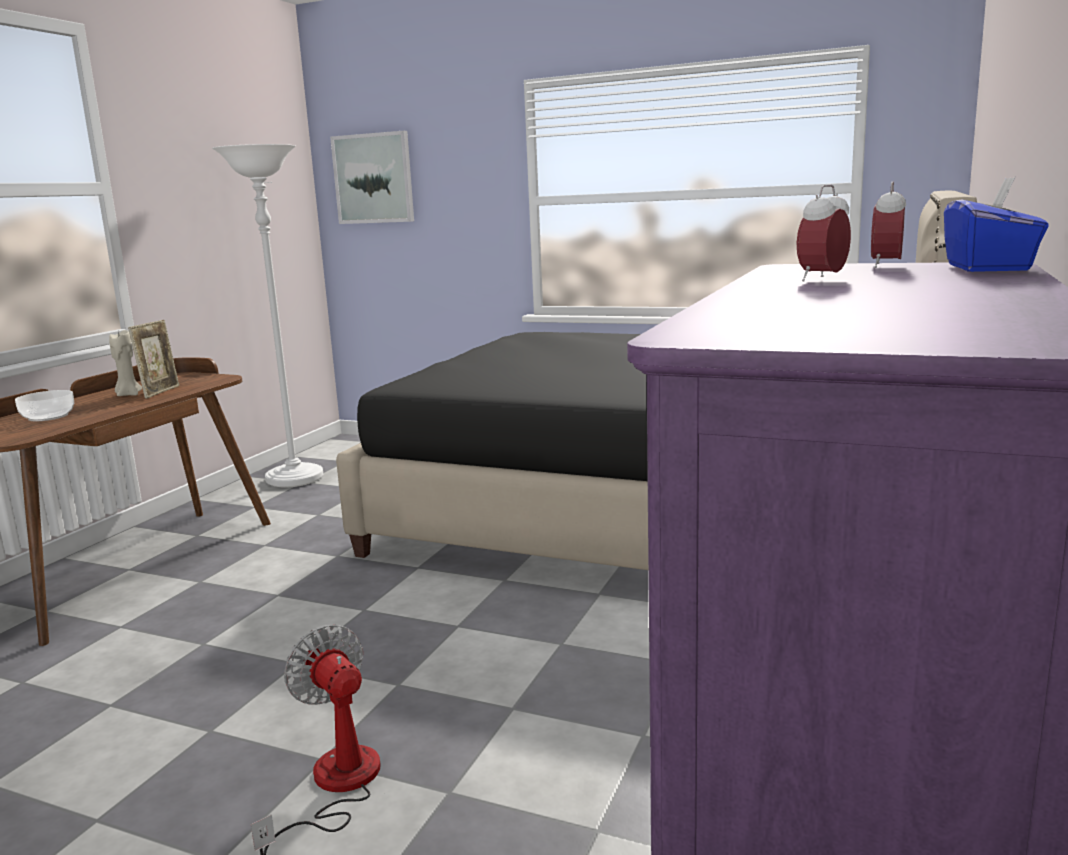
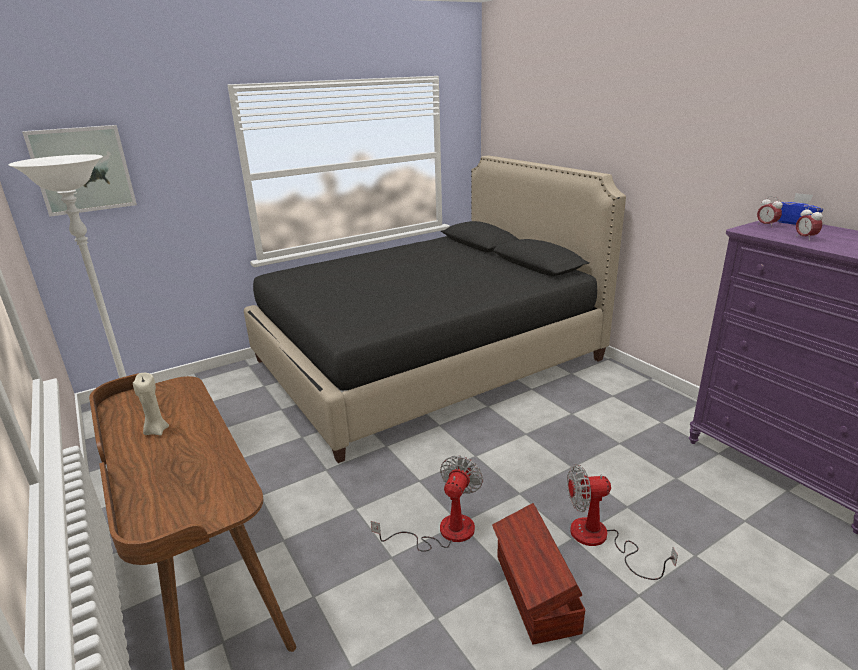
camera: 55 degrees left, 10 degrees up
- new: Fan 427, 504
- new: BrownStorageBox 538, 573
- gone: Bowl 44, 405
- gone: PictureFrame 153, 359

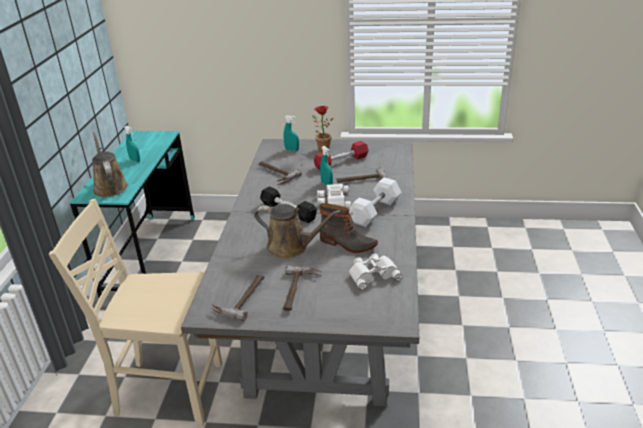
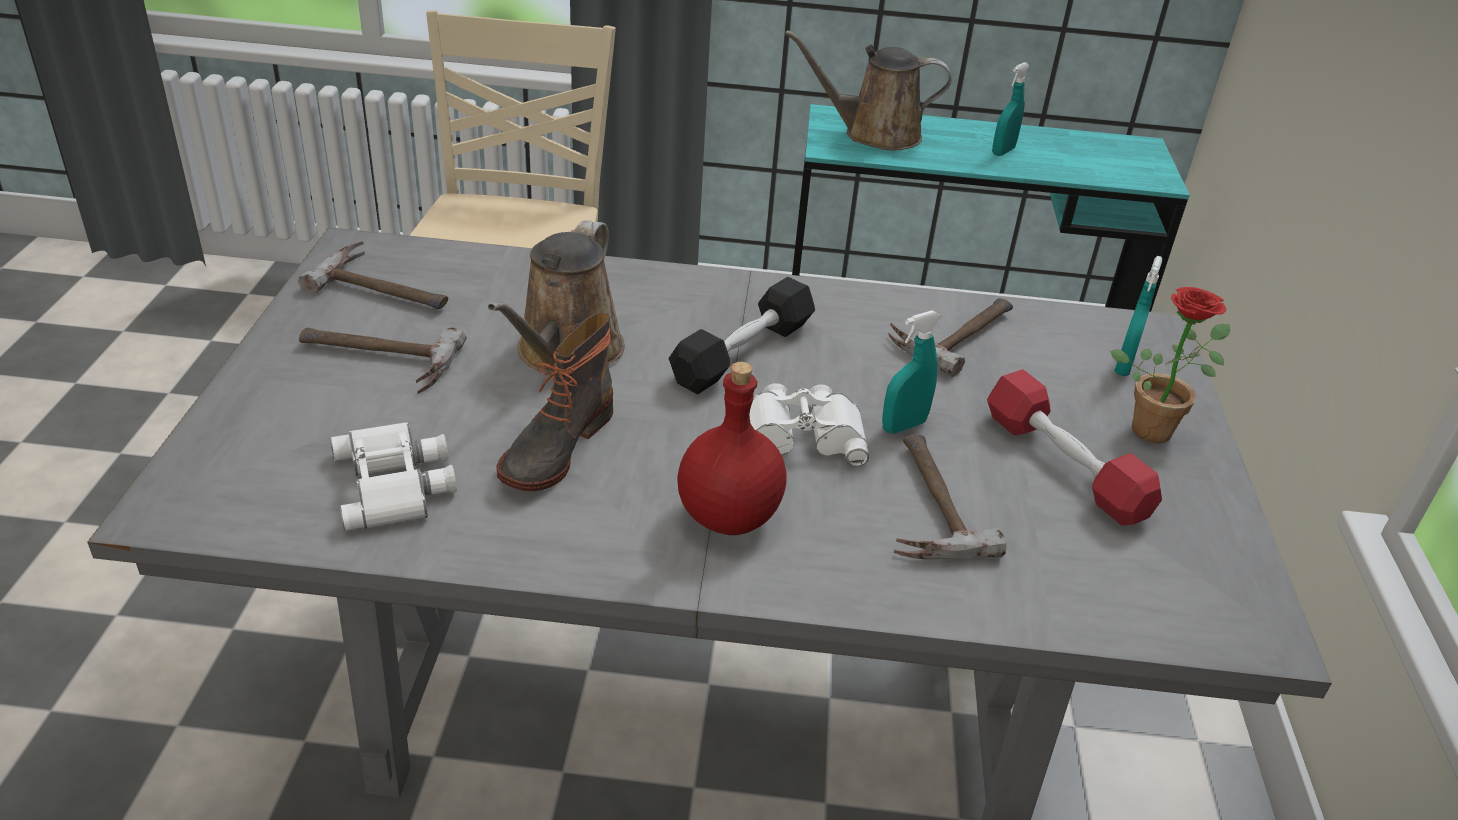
camera: 85 degrees right, 5 degrees up
- swapped: WhiteDumbbell 375, 202 to RedBottle 731, 448
- rotated: BrownWateringCan 110, 164 = 868, 90 150 degrees counterclockwise

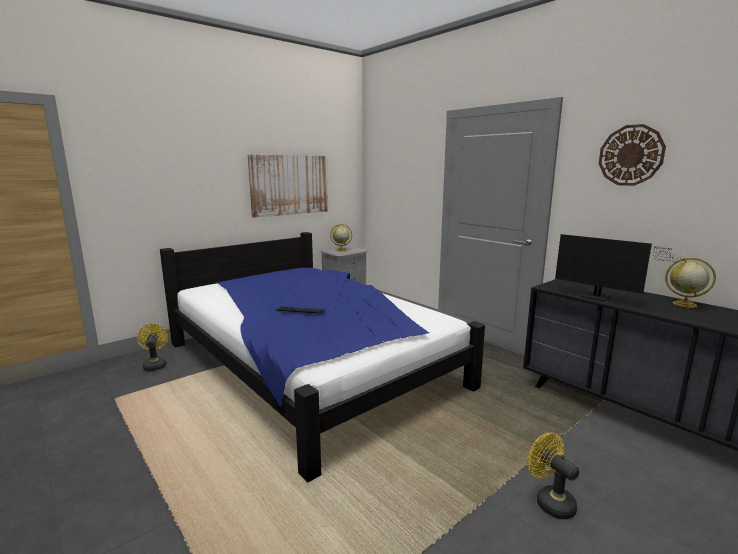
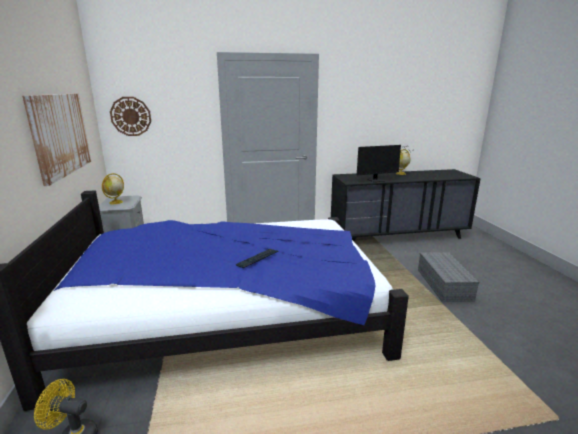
camera: 60 degrees left, 5 degrees up
- shifted: WallClock 632, 155 to 130, 116
- swapped: YellowFan 553, 476 to GreyStorageBox 448, 277

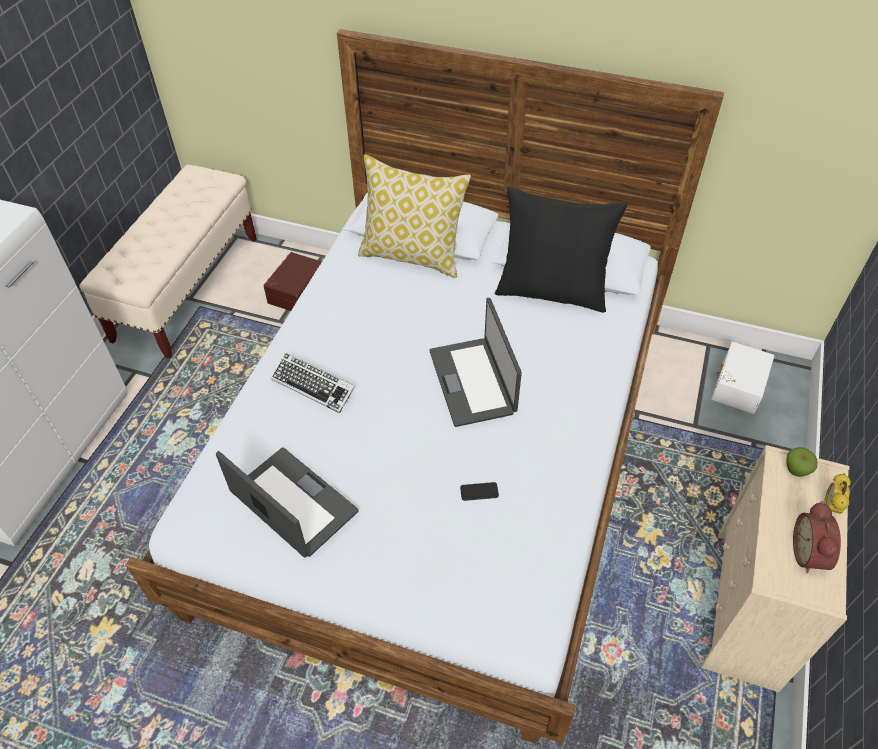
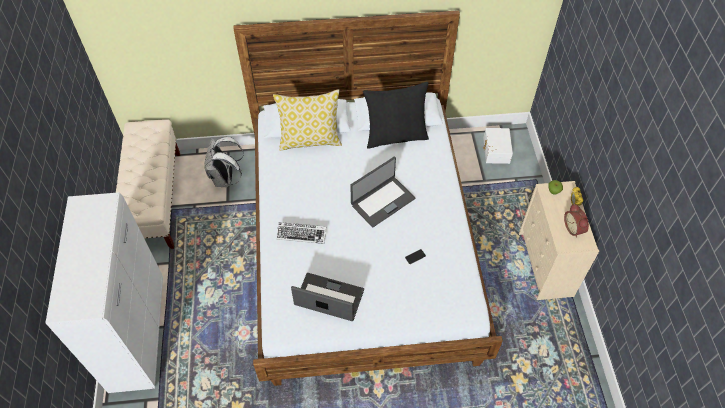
camera: 25 degrees left, 5 degrees up
- swapped: BrownStorageBox 292, 281 to WhiteBackpack 224, 162
- rotated: Laptop 475, 362 = 382, 192 90 degrees counterclockwise

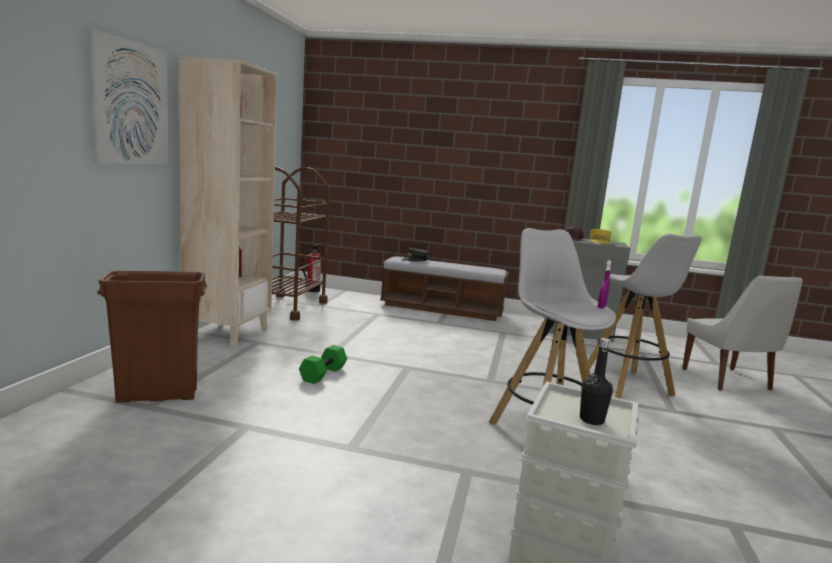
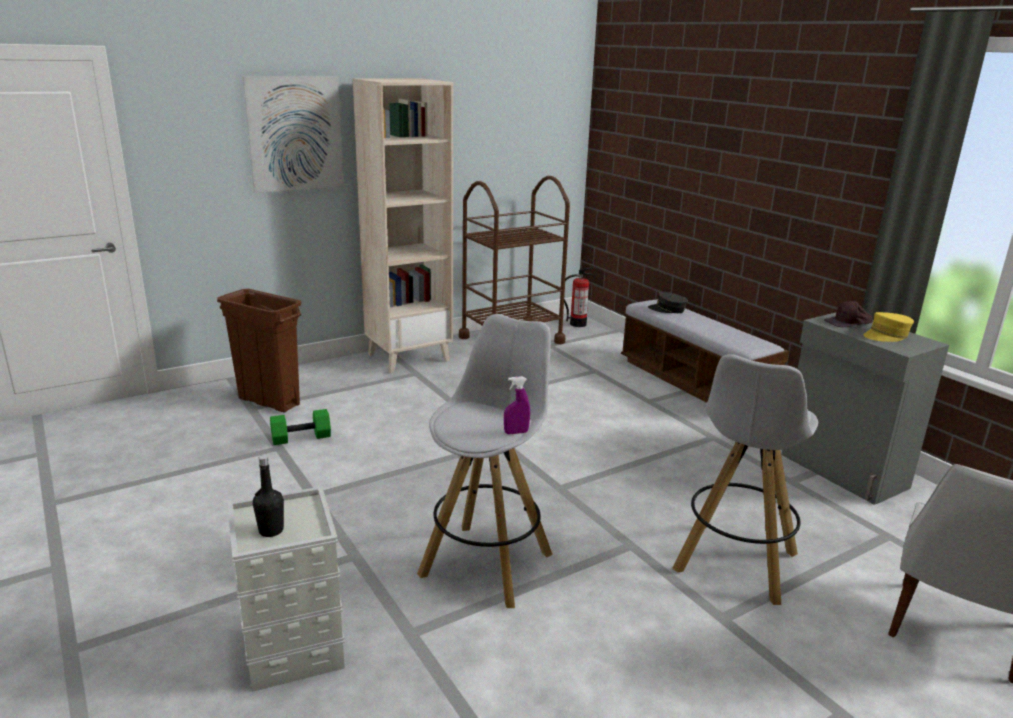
camera: 45 degrees right, 10 degrees up
- shifted: GreenDumbbell 323, 364 to 300, 427

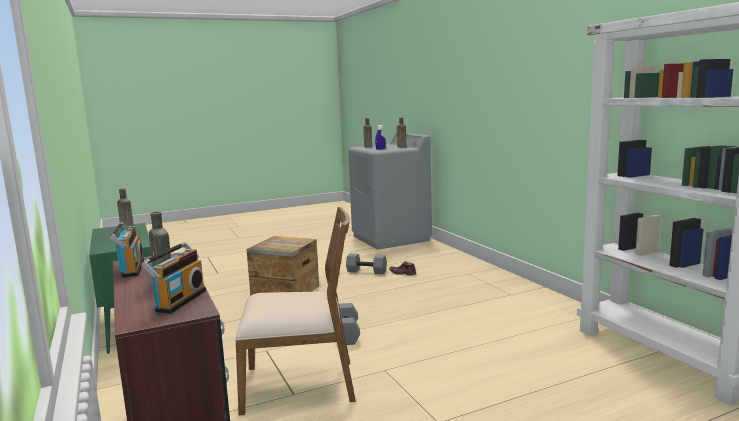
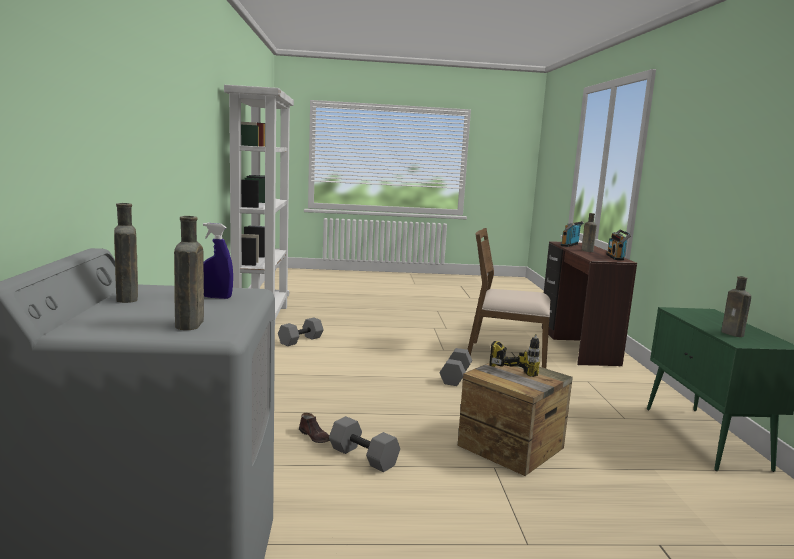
camera: 160 degrees left, 0 degrees up
- new: GreyDumbbell 300, 331
- new: PowerDrill 514, 355

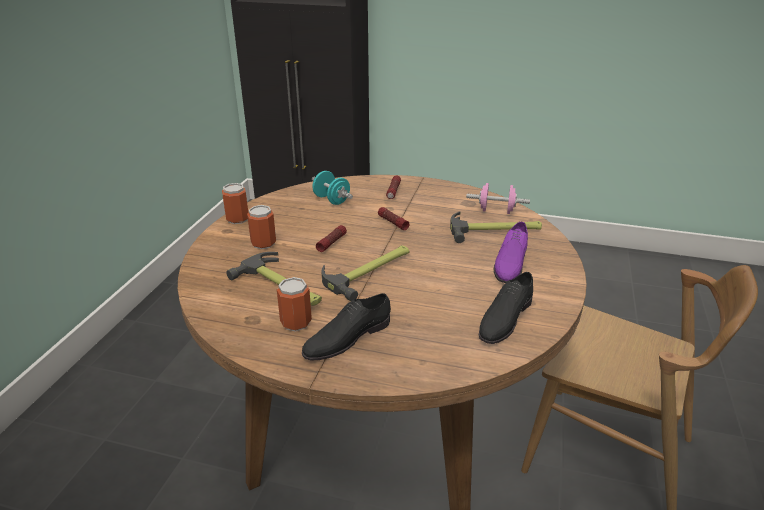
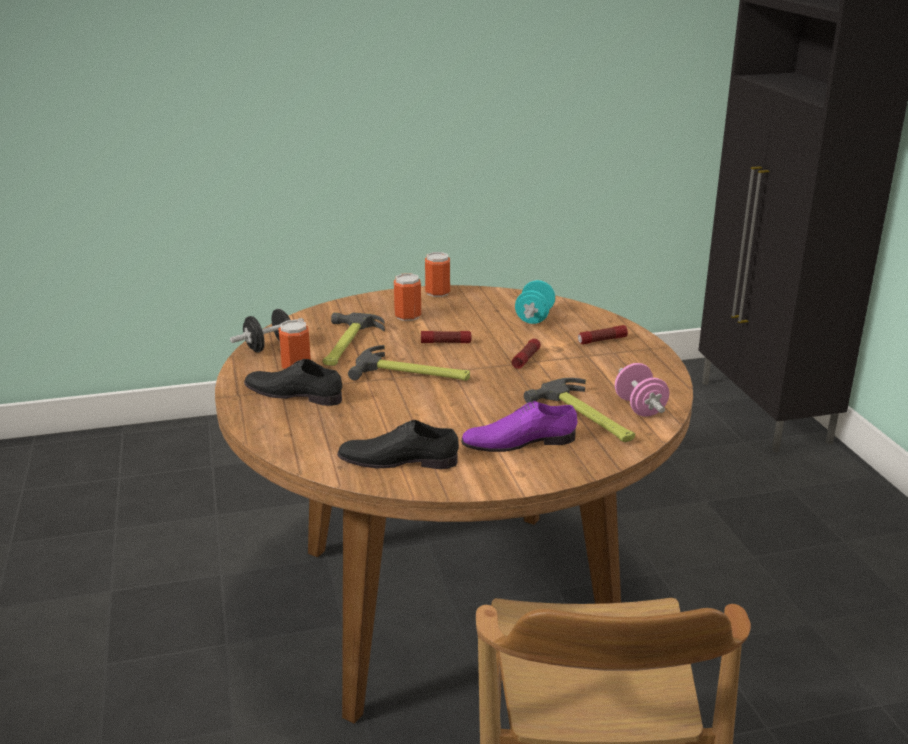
camera: 60 degrees right, 5 degrees down
- new: BlackDumbbell 267, 330

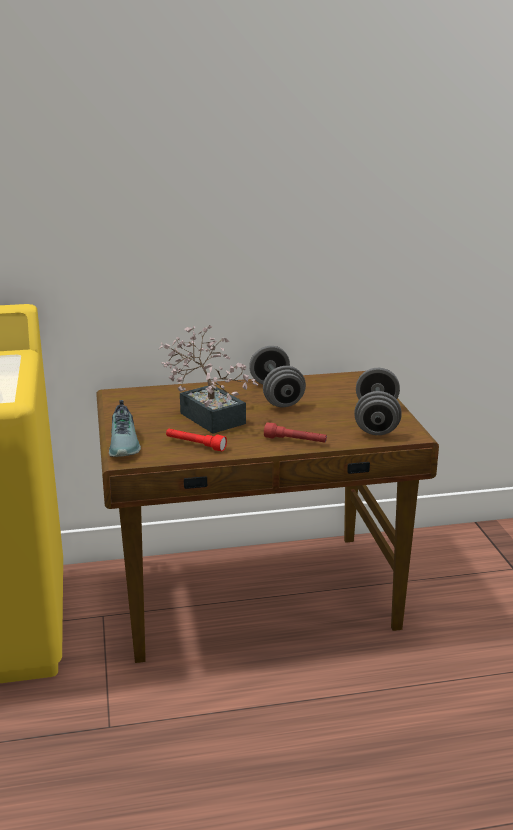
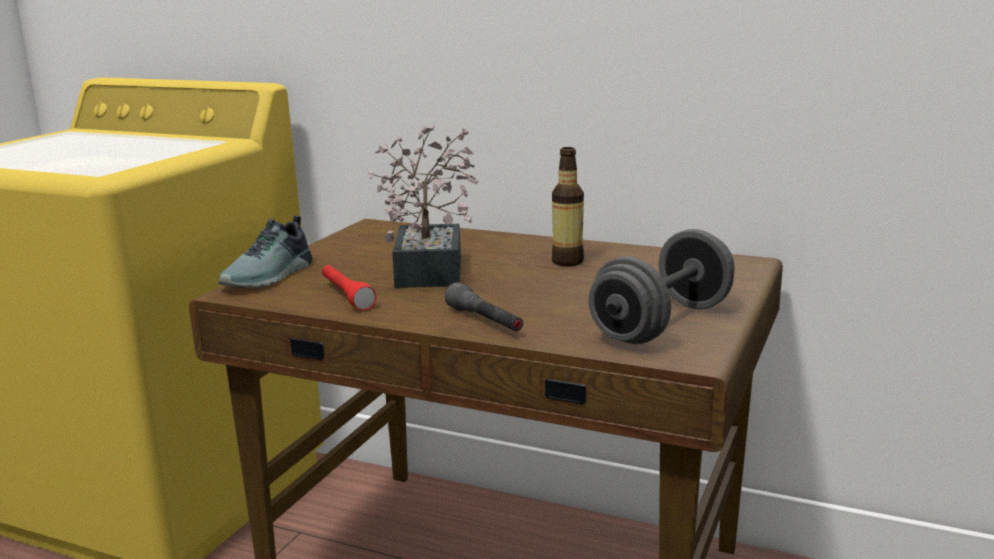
camera: 35 degrees right, 5 degrees down
- repainted: RedFlashlight 295, 432 to GreyFlashlight 484, 307
- swapped: GreyDumbbell 277, 376 to Bottle 568, 206

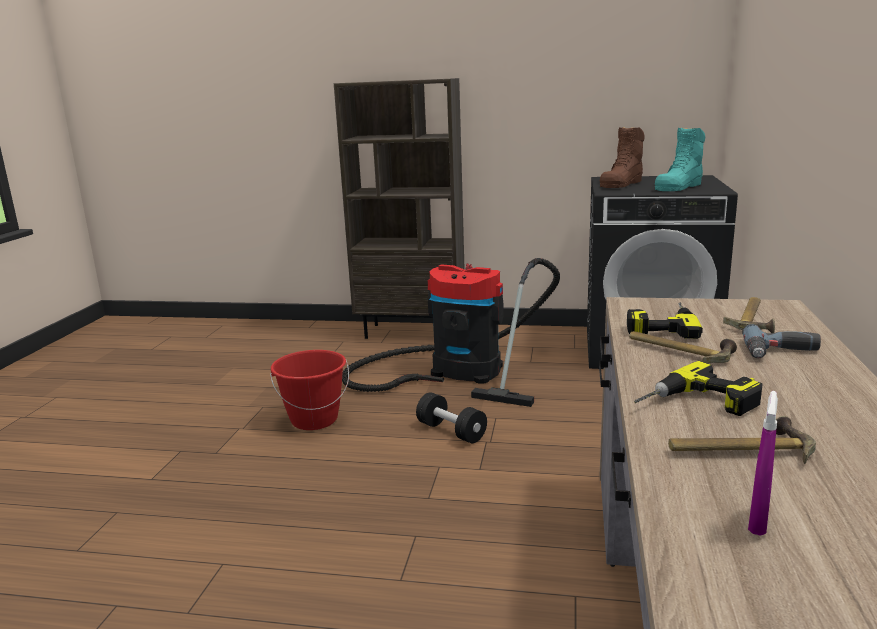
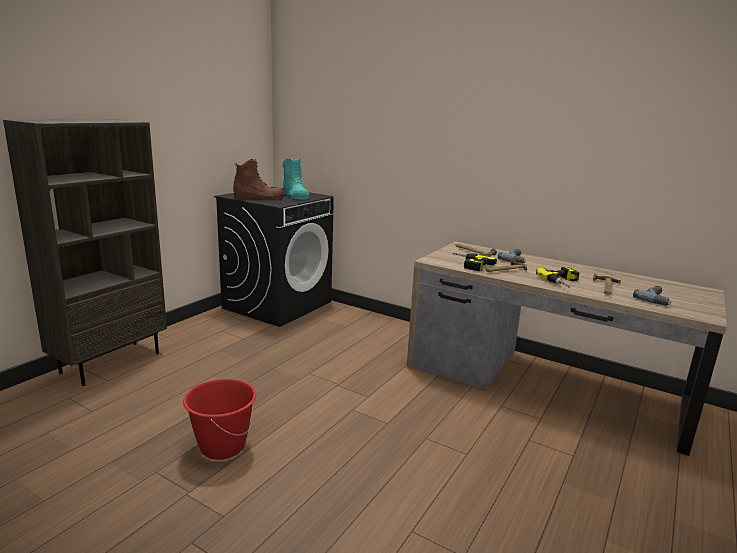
camera: 70 degrees left, 0 degrees up
- rotated: BrownBoot 622, 157 = 258, 179 60 degrees counterclockwise
- swapped: PurpleSprayBottle 763, 463 to PowerDrill 652, 296
- gone: VacuumCleaner 451, 332
- gone: BlackDumbbell 451, 417

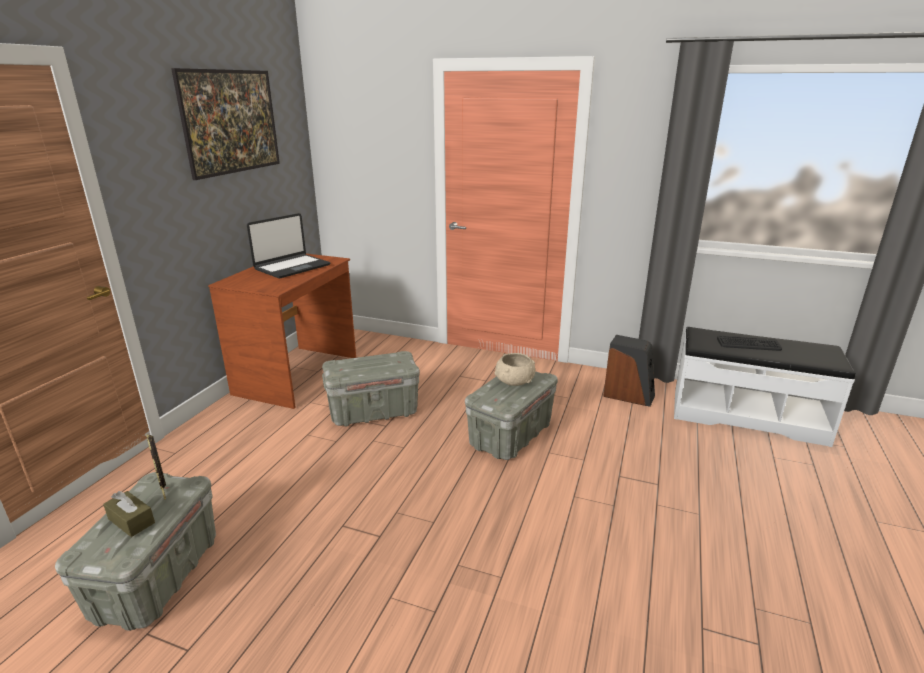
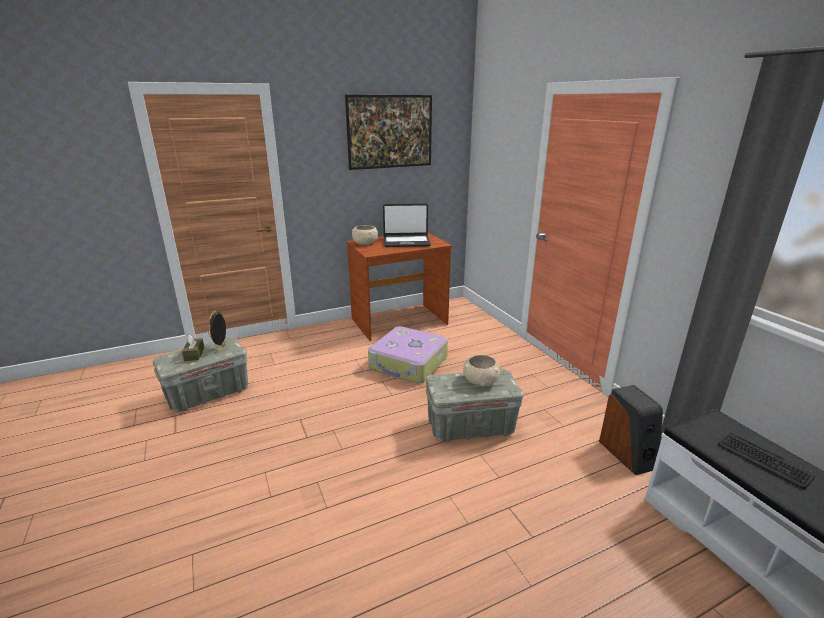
camera: 45 degrees right, 0 degrees up
- new: BeigeBowl 365, 235
- swapped: GreyStorageBox 371, 389 to Suitcase 408, 355

